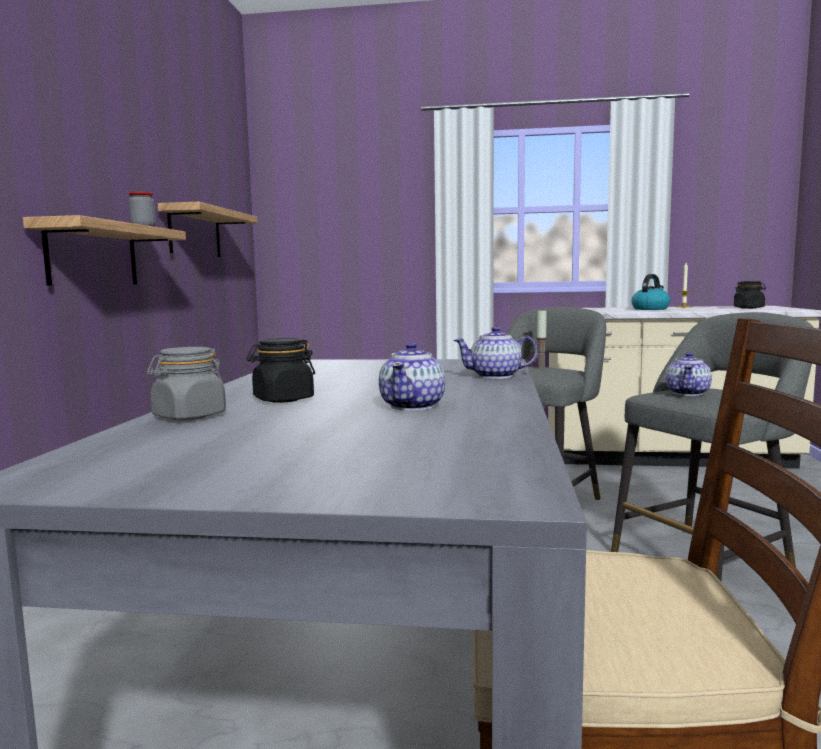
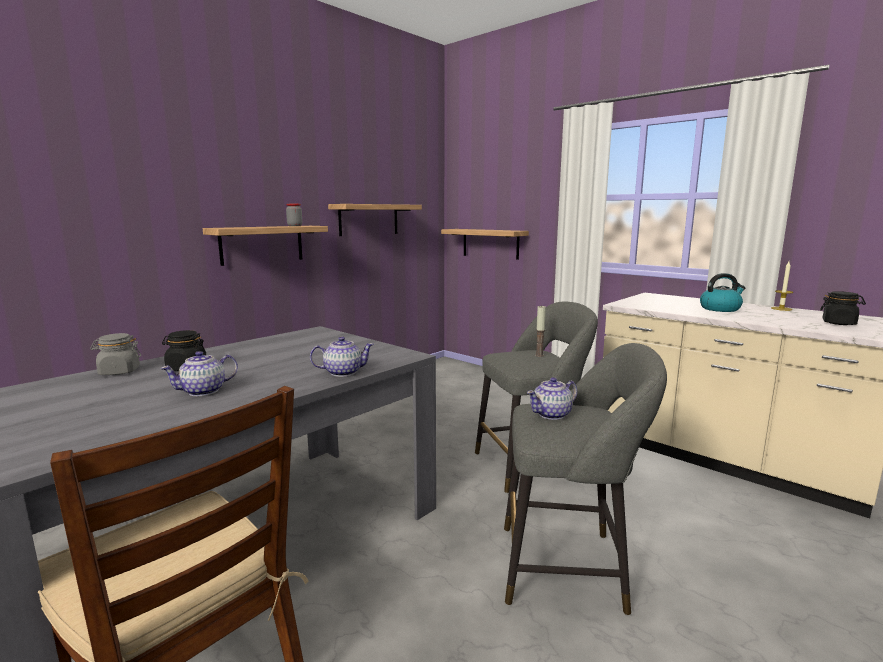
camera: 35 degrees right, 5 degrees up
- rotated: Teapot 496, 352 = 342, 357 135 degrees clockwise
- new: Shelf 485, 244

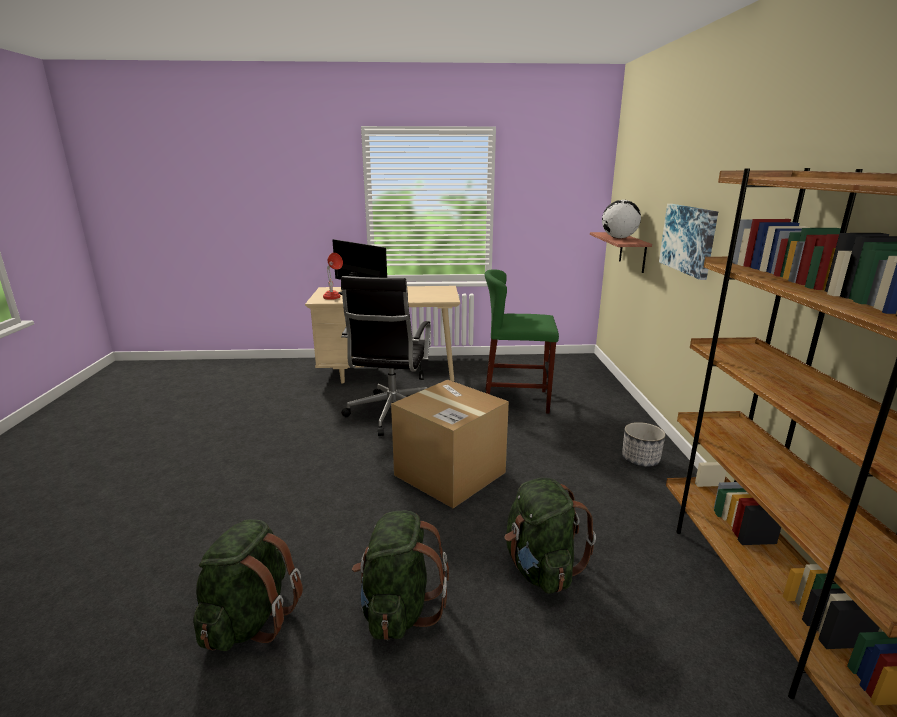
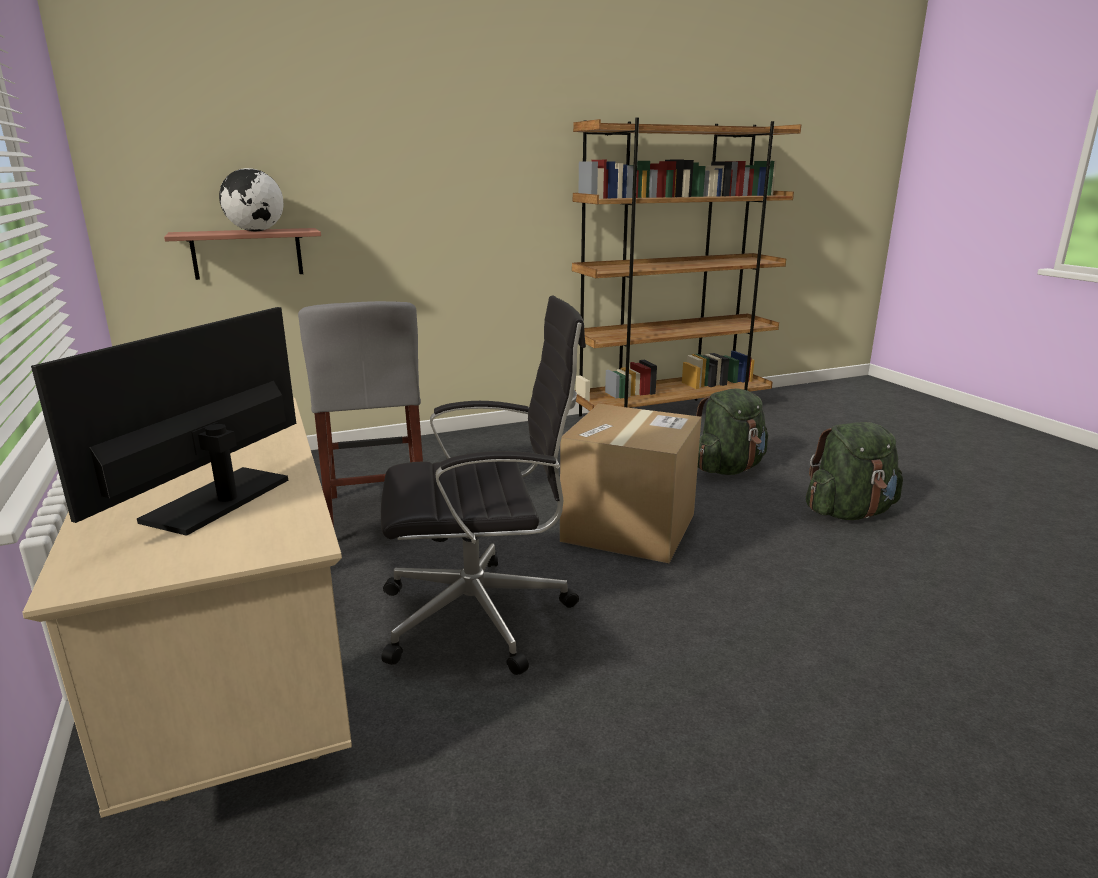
camera: 110 degrees left, 0 degrees up
- repainted: GreenStool 522, 341 to GreyStool 360, 414
- gone: GreenBackpack 248, 585
- gone: RedTableLamp 333, 276
- gone: Planter 643, 444
- gone: Picture 688, 242

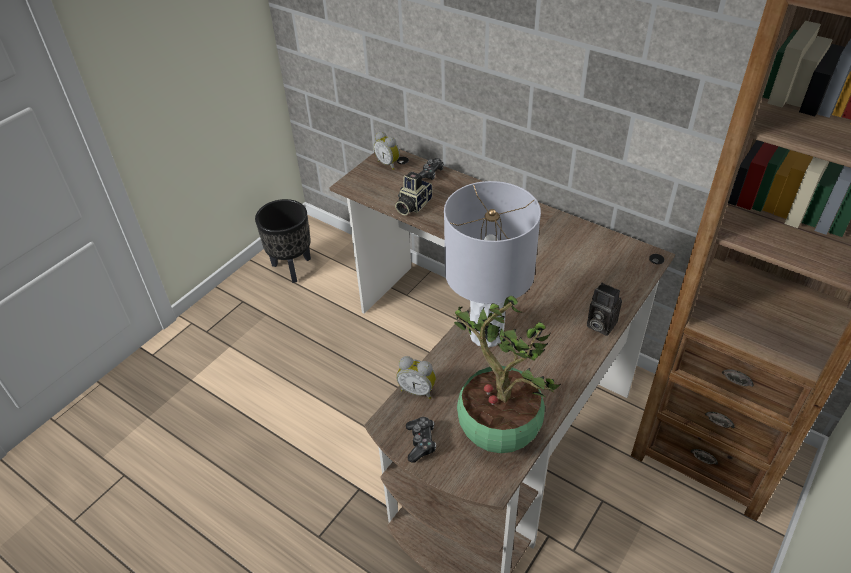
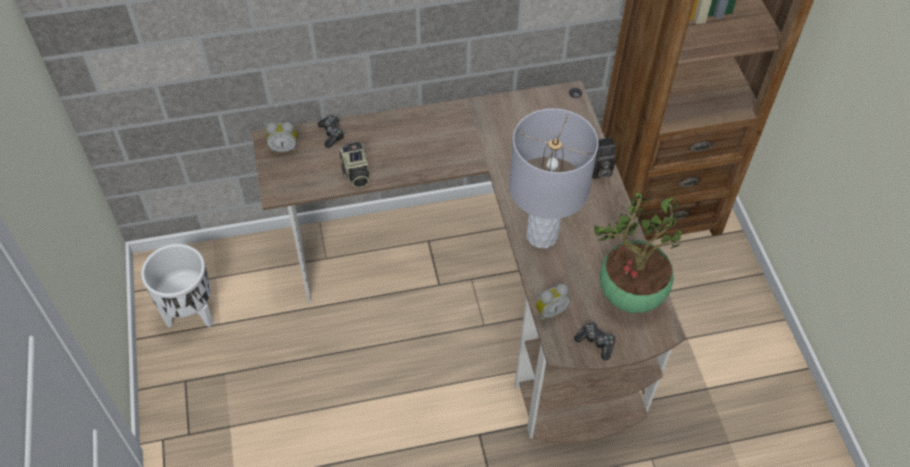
camera: 50 degrees left, 10 degrees up
- repainted: BlackPlanter 283, 241 to WhitePlanter 177, 286

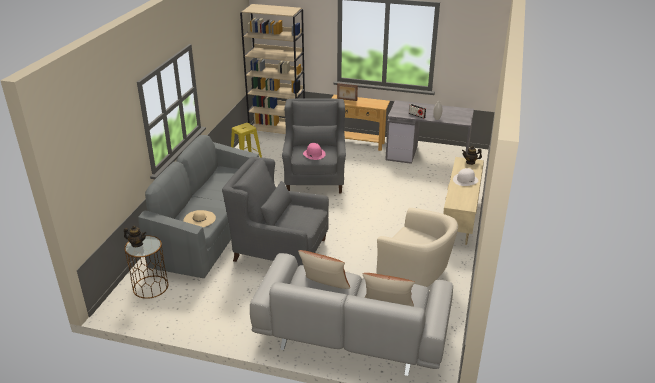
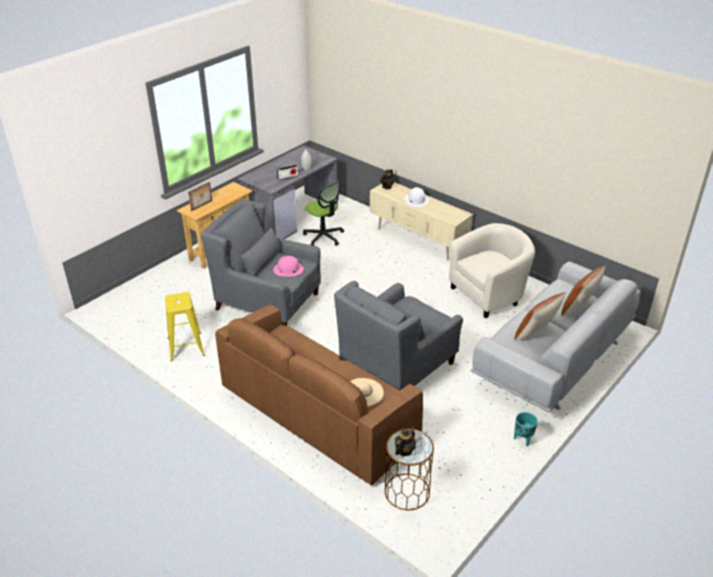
camera: 65 degrees left, 5 degrees up
- repainted: GreySofa 198, 206 to BrownSofa 319, 395
- new: OfficeChair 323, 213
- new: TurquoisePlanter 526, 429
- gone: BeigeBookcase 272, 69

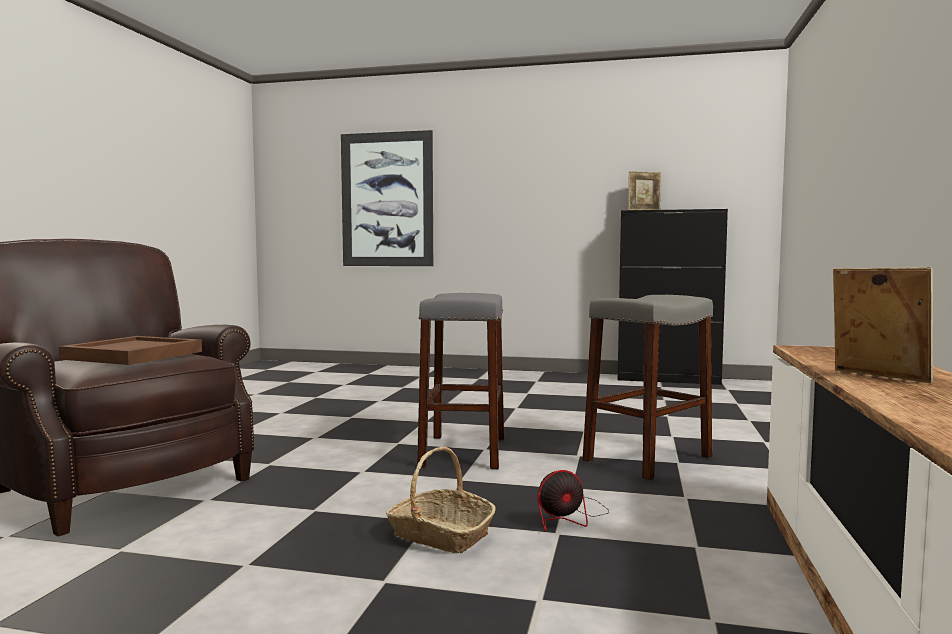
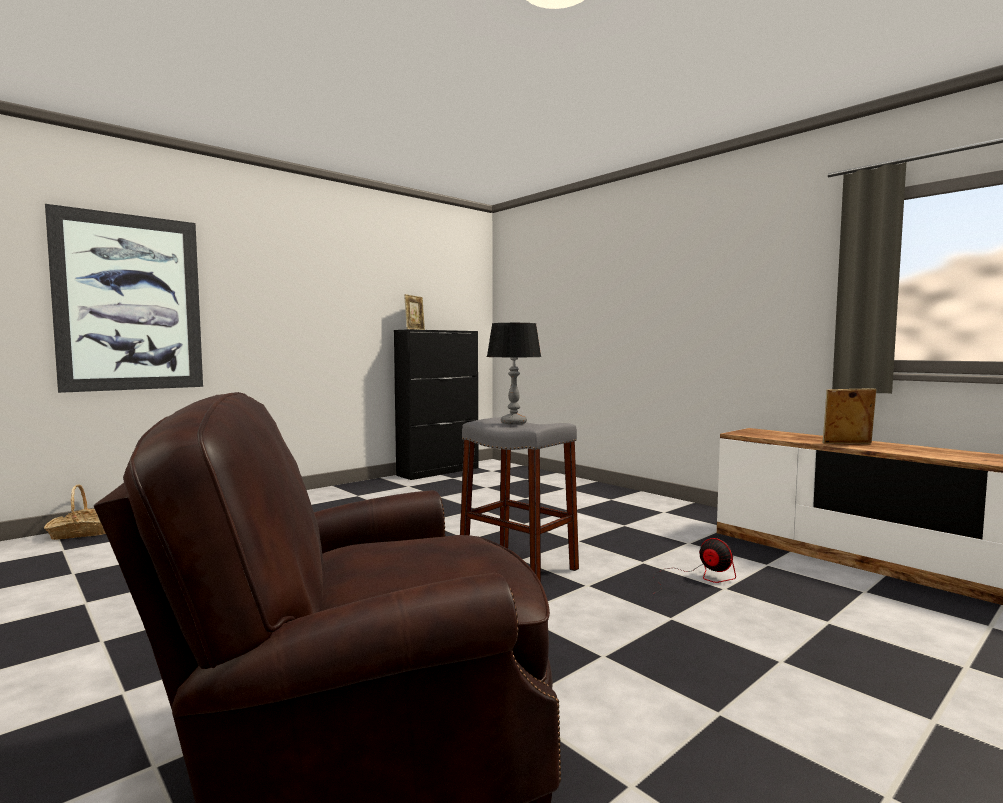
camera: 55 degrees left, 0 degrees up
- shifted: Basket 441, 500 to 75, 512
- new: TableLamp 514, 374
- rotated: Fan 573, 501 = 694, 565 60 degrees counterclockwise
- gone: BrownTray 130, 350
- gone: GreyStool 647, 388

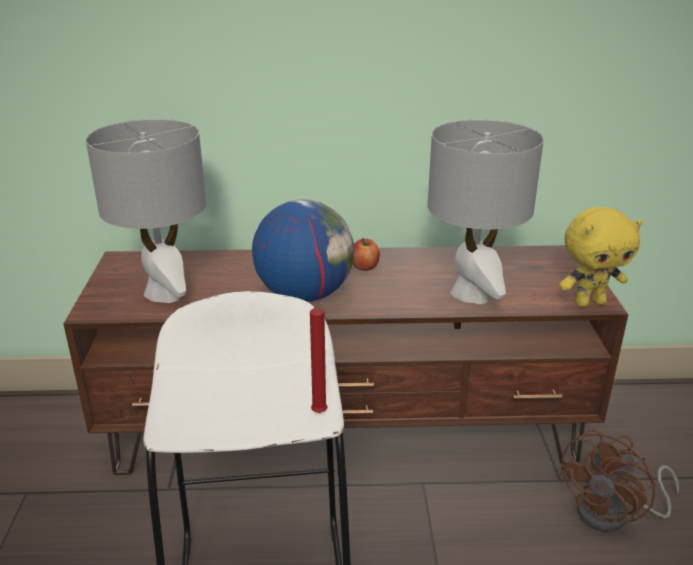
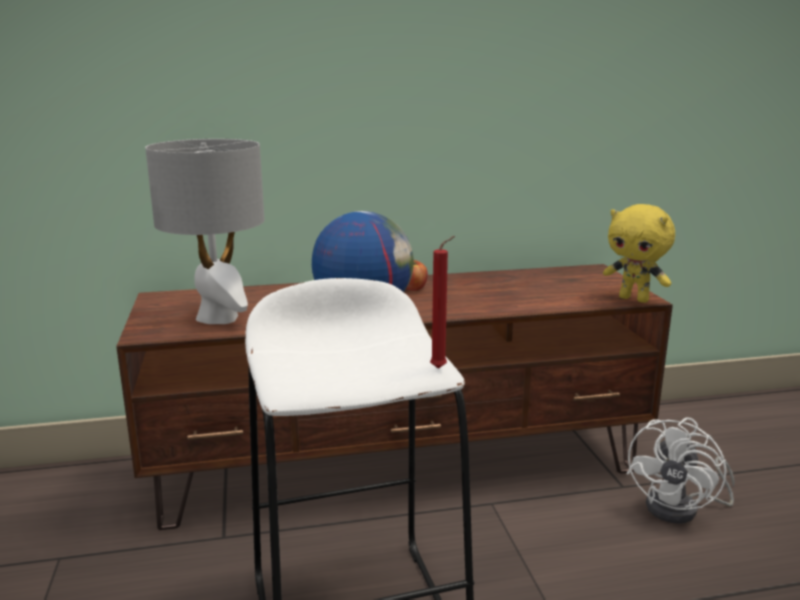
camera: 10 degrees left, 10 degrees down
- rotated: YellowPlushToy 601, 257 = 639, 253 60 degrees clockwise
- repainted: BrownFan 618, 480 to WhiteFan 681, 470
- gone: GreyTableLamp 486, 211

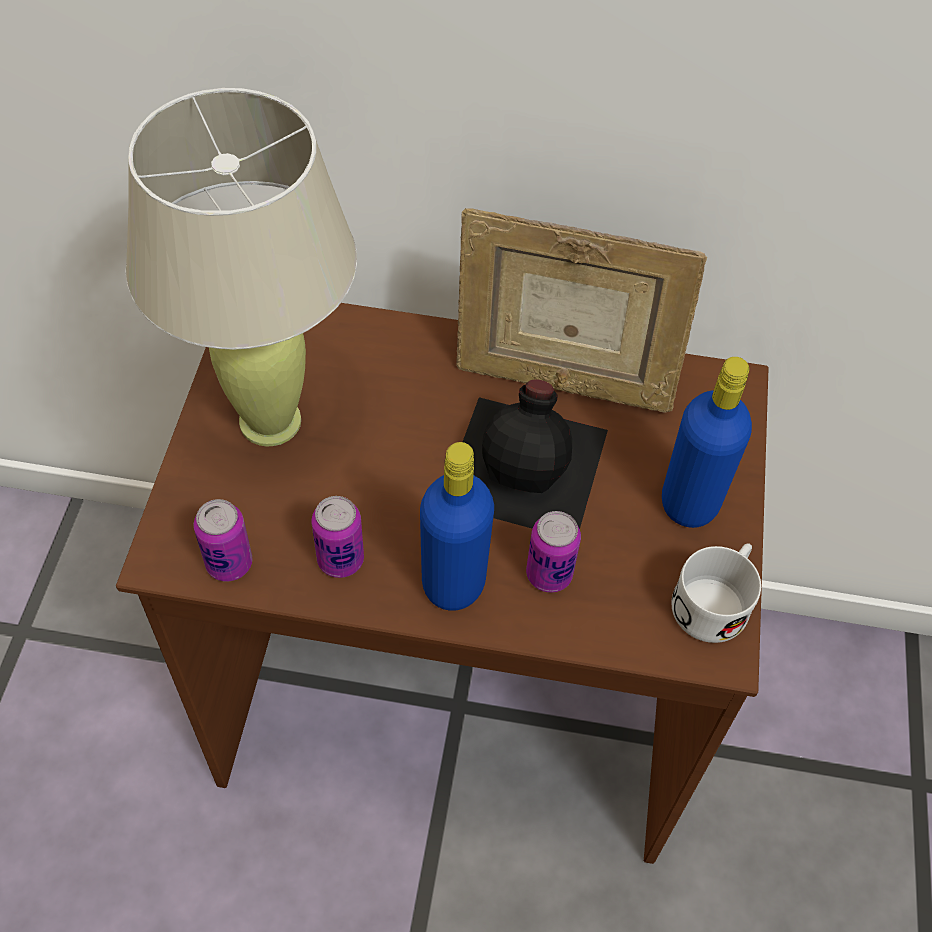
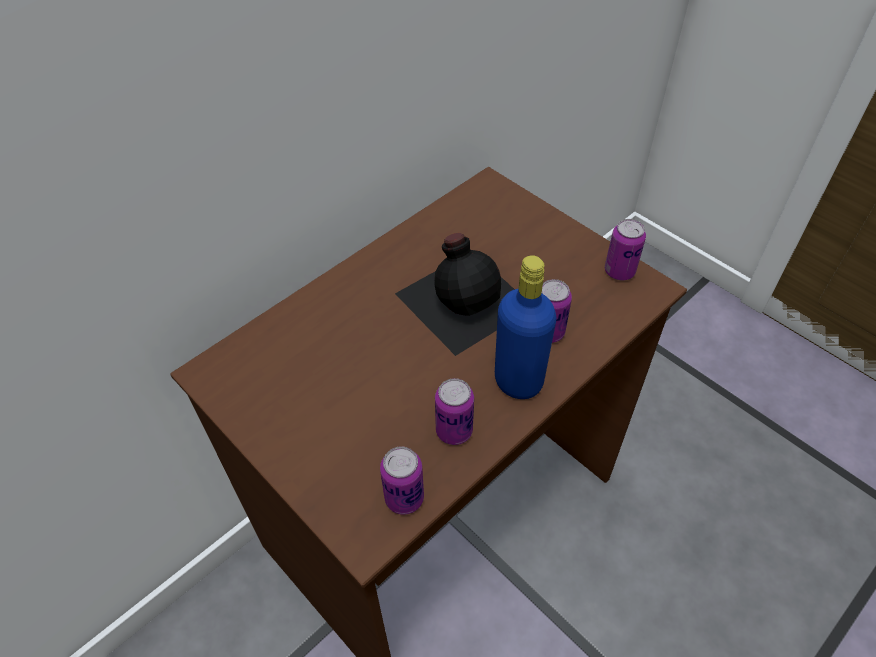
camera: 50 degrees left, 5 degrees down
- swapped: WhiteMug 716, 593 to Can 625, 249
- gone: BeigeTableLamp 241, 267
- gone: PictureFrame 581, 310
- gone: BlueBottle 707, 442

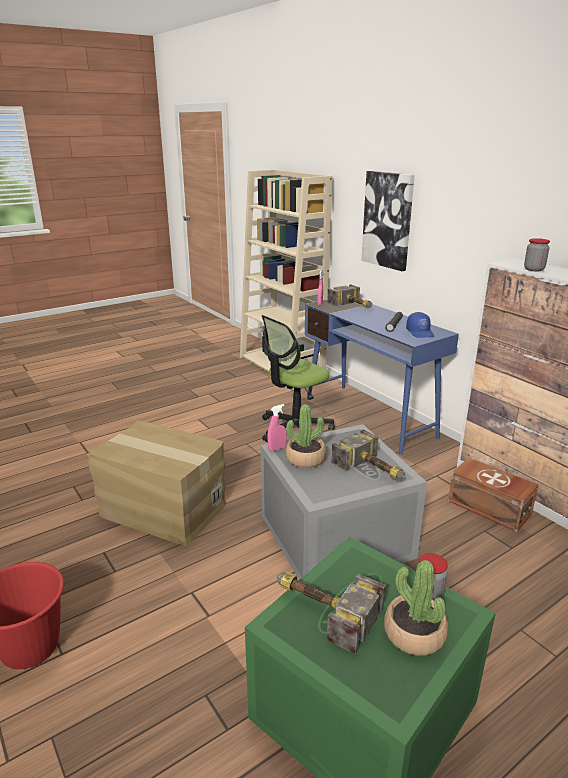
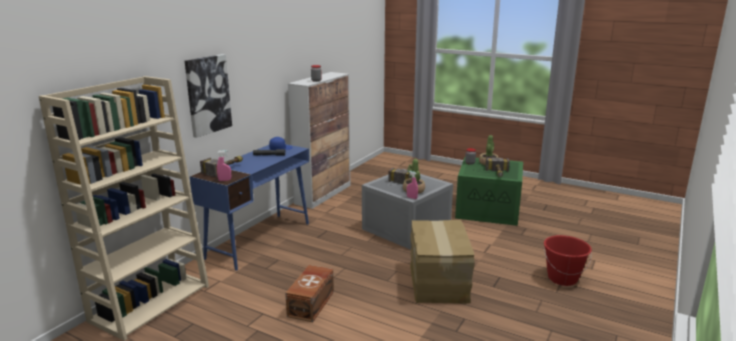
camera: 115 degrees left, 5 degrees down
- shifted: BrownStorageBox 493, 495 to 309, 293
- gone: OfficeChair 298, 378

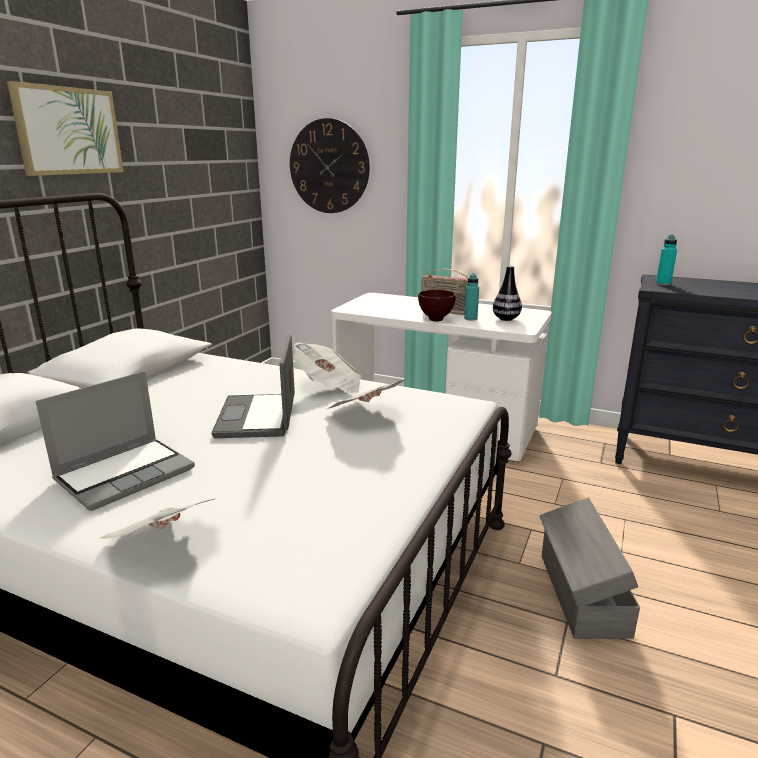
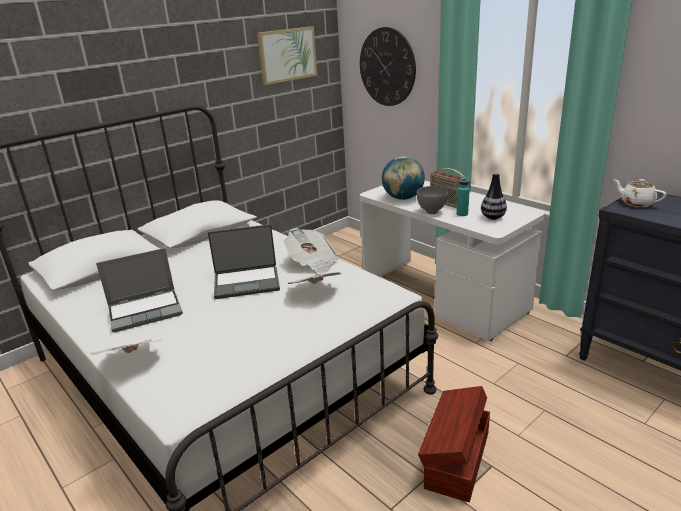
camera: 25 degrees right, 5 degrees up
- rotated: Laptop 253, 386 = 244, 261 120 degrees counterclockwise
- shifted: Picture 65, 128 to 287, 55
- new: Globe 403, 178
- repainted: BrownBowl 437, 306 to GreyBowl 432, 200
- repainted: GreyStorageBox 589, 568 to BrownStorageBox 454, 444
- swapped: TurquoiseBottle 666, 260 to WhiteTeapot 640, 193

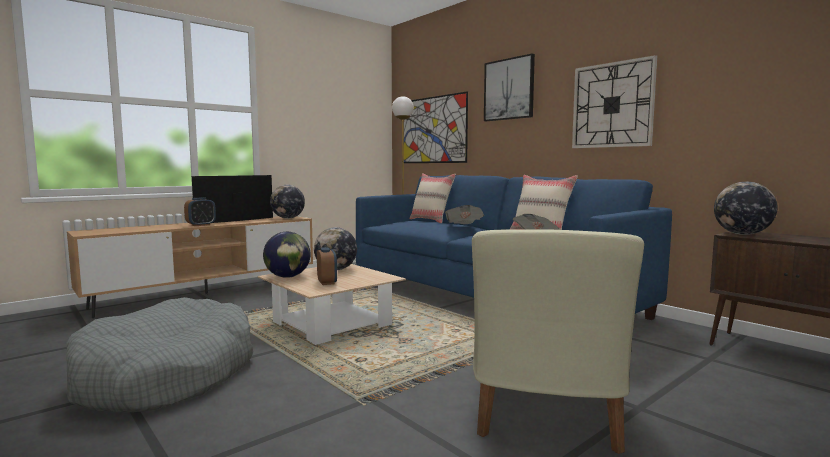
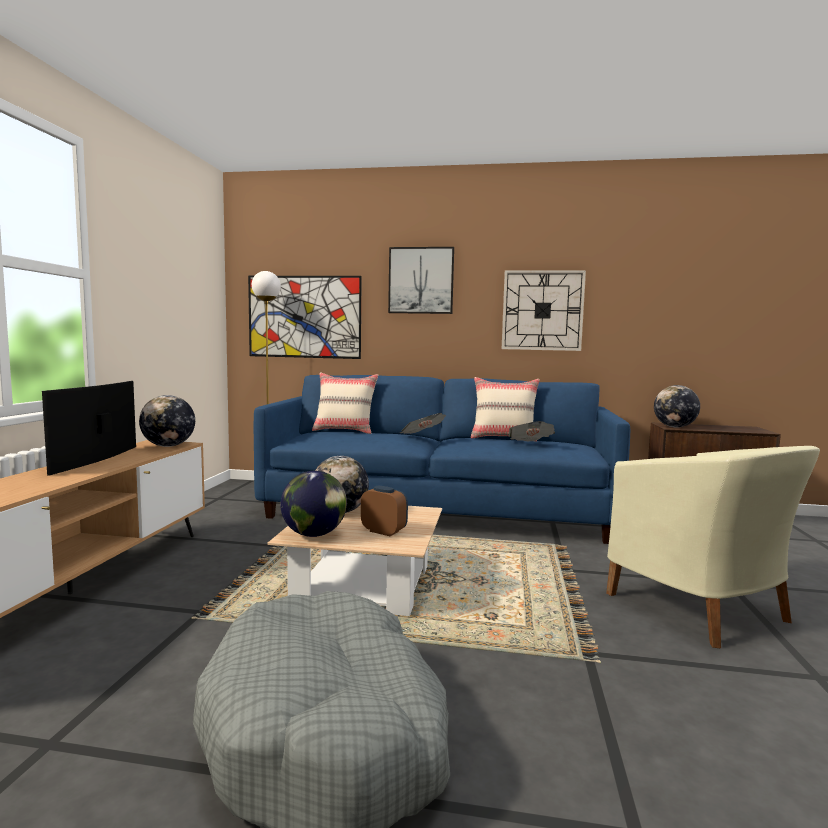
camera: 40 degrees left, 0 degrees up
- gone: AlarmClock 200, 211

